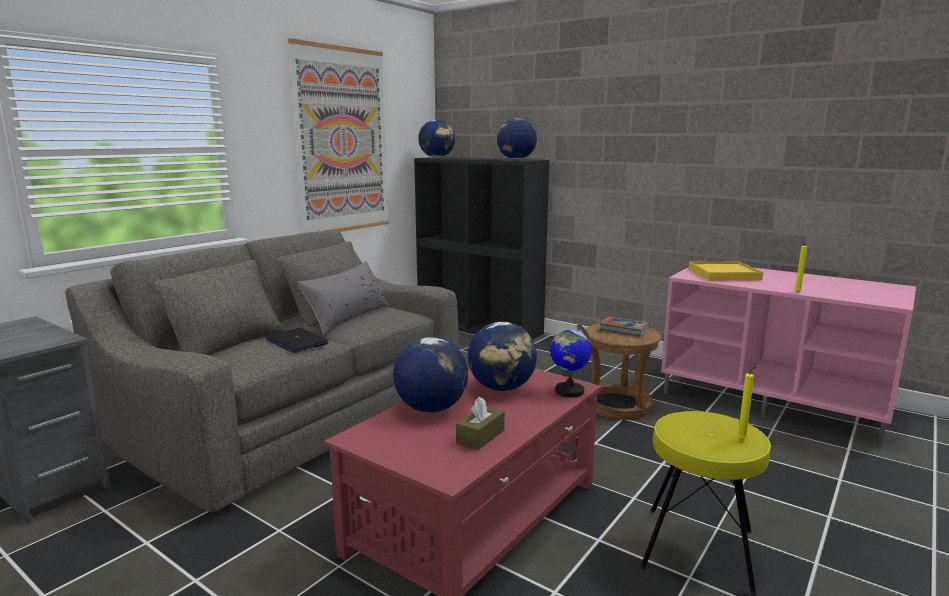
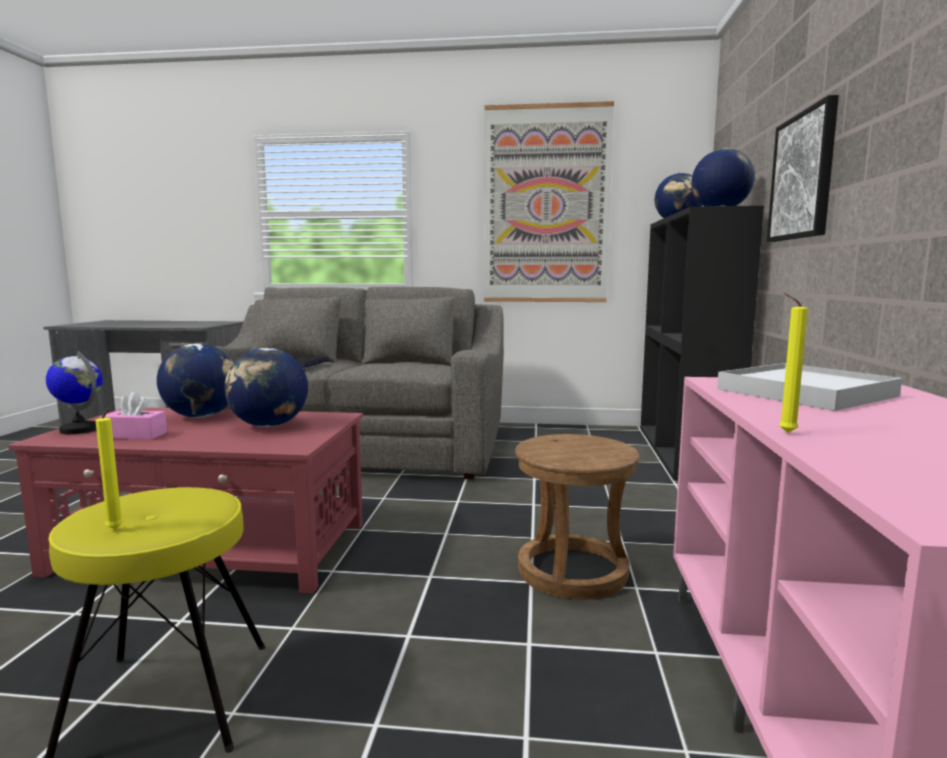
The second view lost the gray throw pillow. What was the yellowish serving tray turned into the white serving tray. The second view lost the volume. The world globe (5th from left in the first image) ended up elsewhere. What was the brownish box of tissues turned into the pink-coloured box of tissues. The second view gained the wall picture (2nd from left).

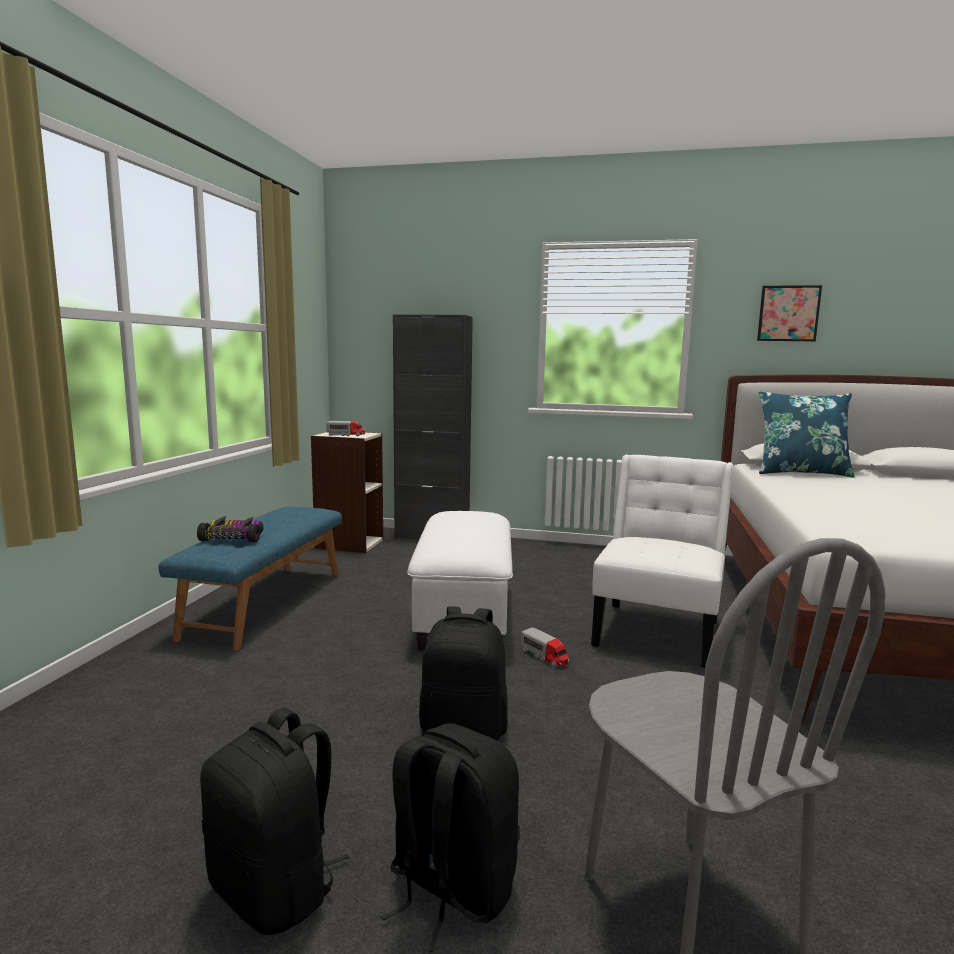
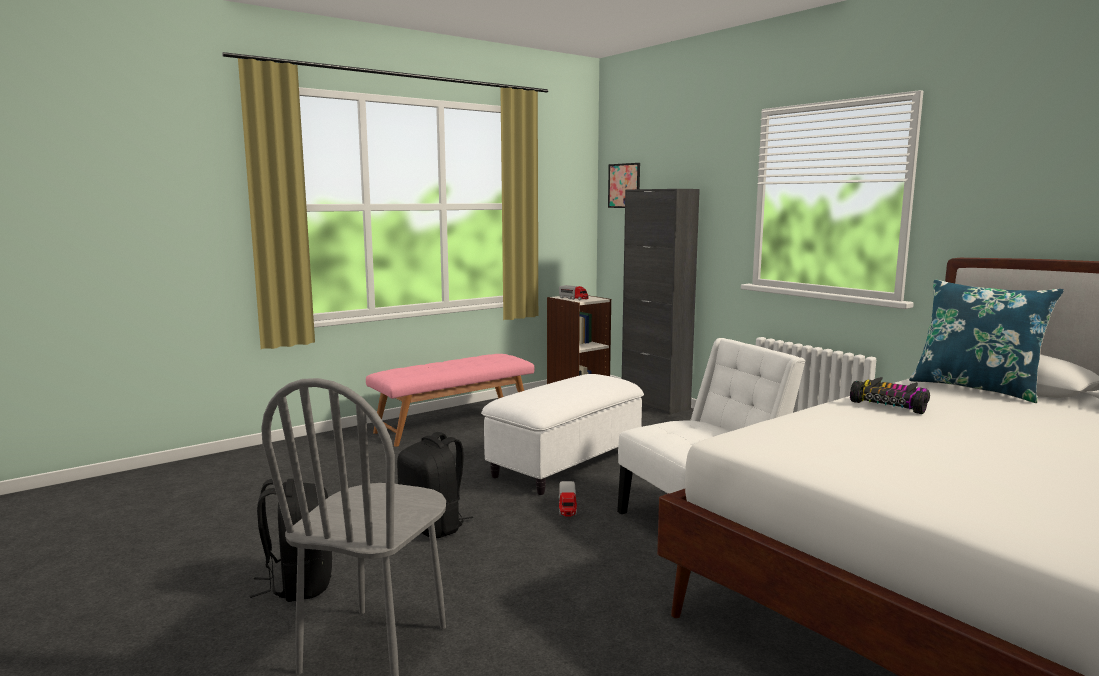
The wall picture ended up elsewhere. What was the blue bench turned into the pink-coloured bench. The miniature car ended up elsewhere. The second view lost the black backpack (1st from left).

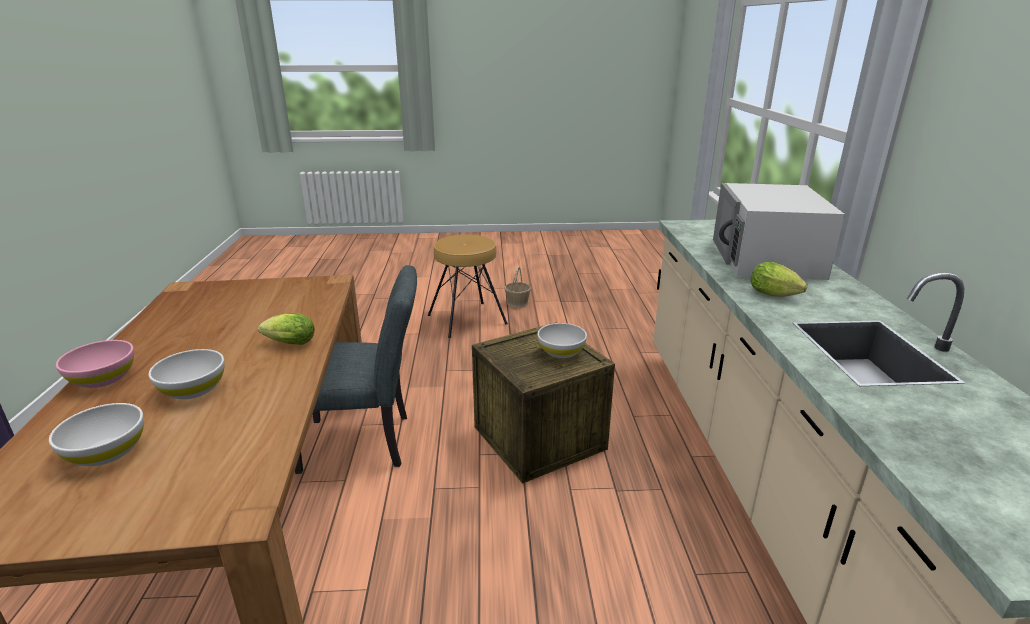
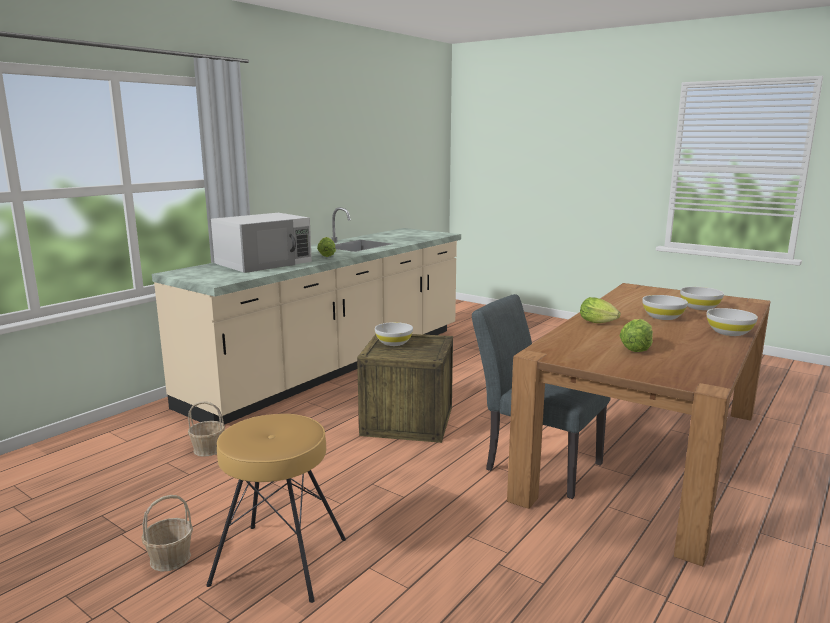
What was the pink-coloured deep dish turned into the white deep dish (4th from left). The second view gained the head of lettuce (3rd from left). The second view gained the basket (2nd from left).

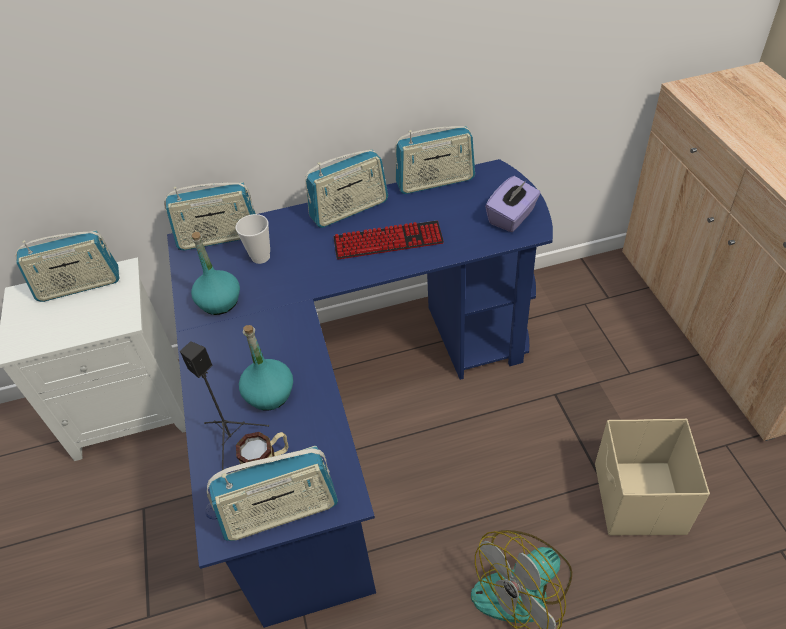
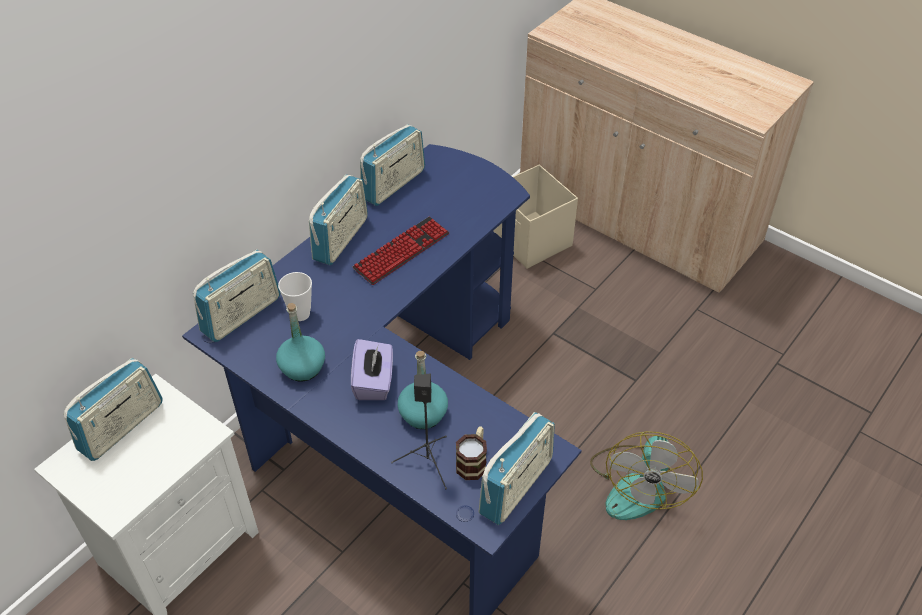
The purple-coloured box of tissues ended up elsewhere. The beige storage bin ended up elsewhere.

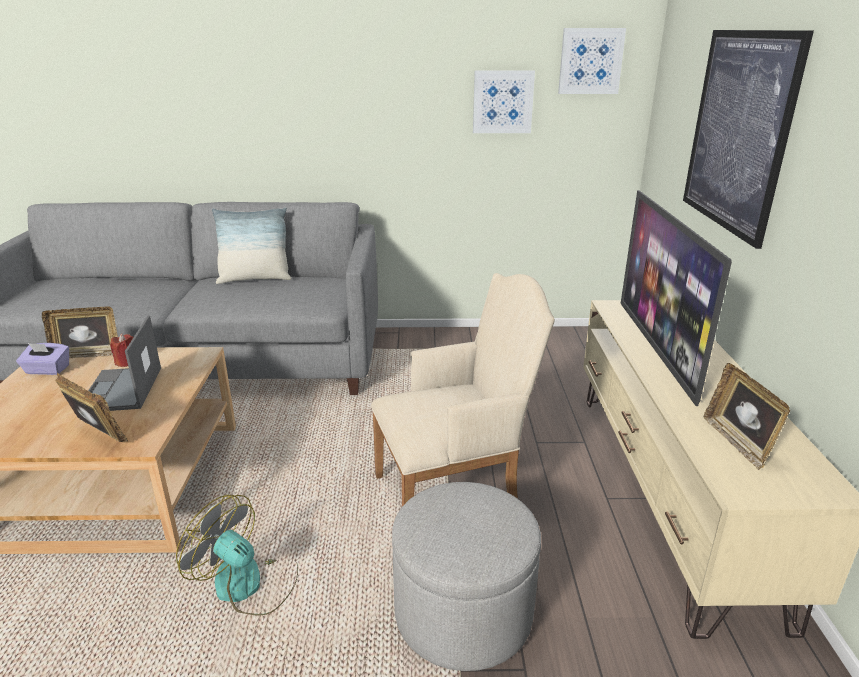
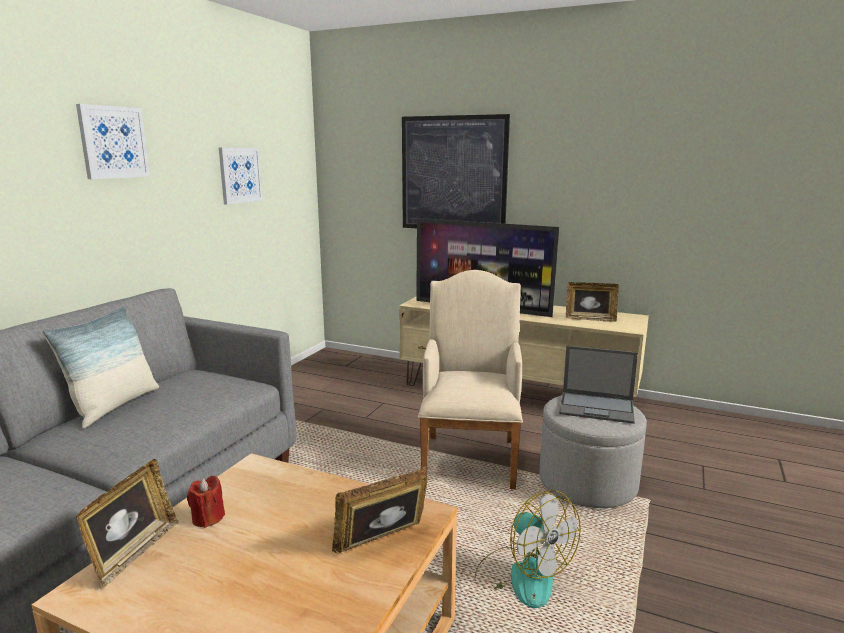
The wall picture (2nd from left in the first image) ended up elsewhere. The portable computer ended up elsewhere. The second view lost the purple-coloured box of tissues. The electric fan ended up facing another way, 90 degrees counterclockwise from before.

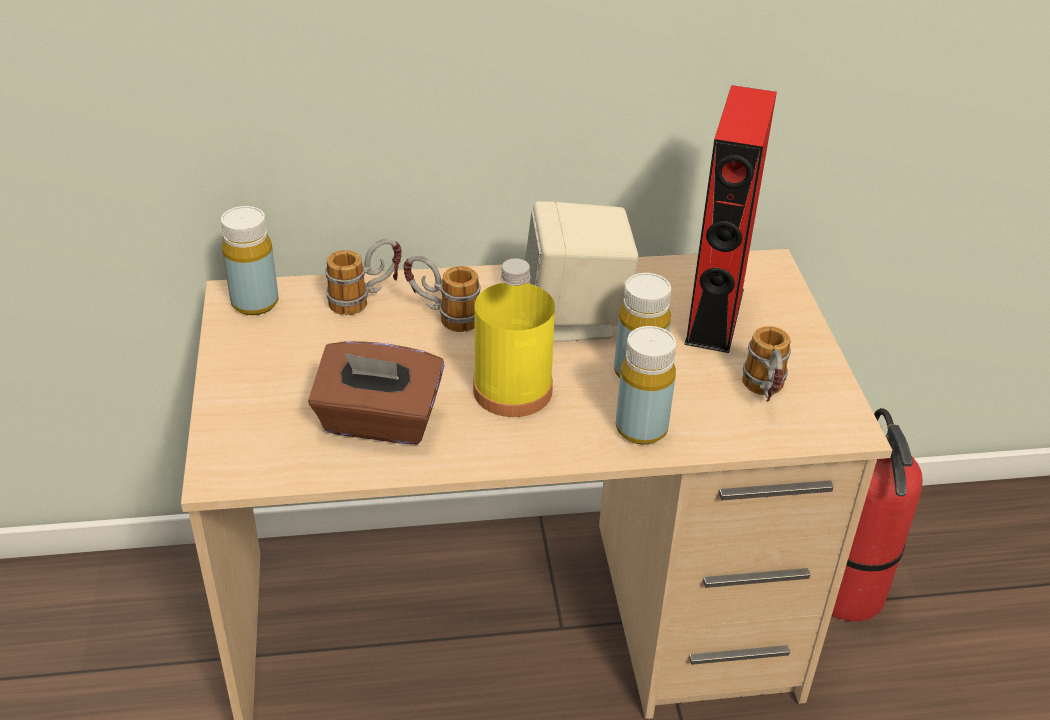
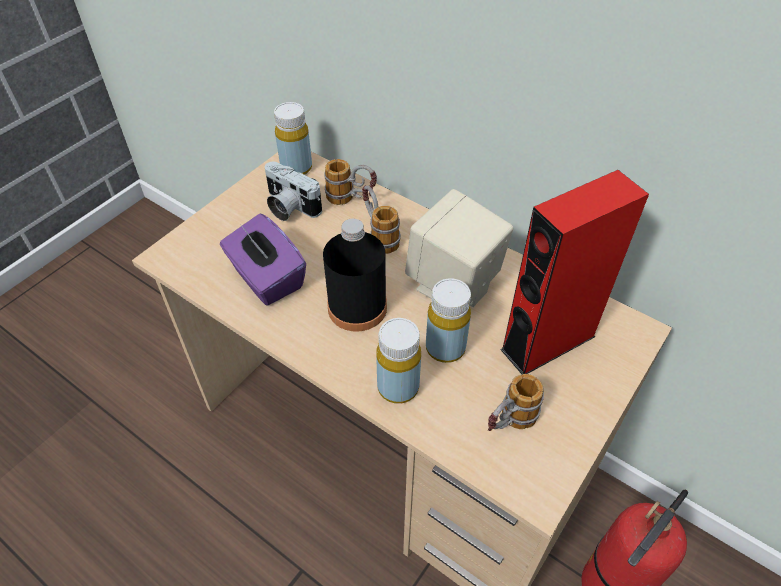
What was the yellowish beverage bottle (2nd from left) turned into the black beverage bottle. What was the brownish box of tissues turned into the purple-coloured box of tissues. The second view gained the photo camera.

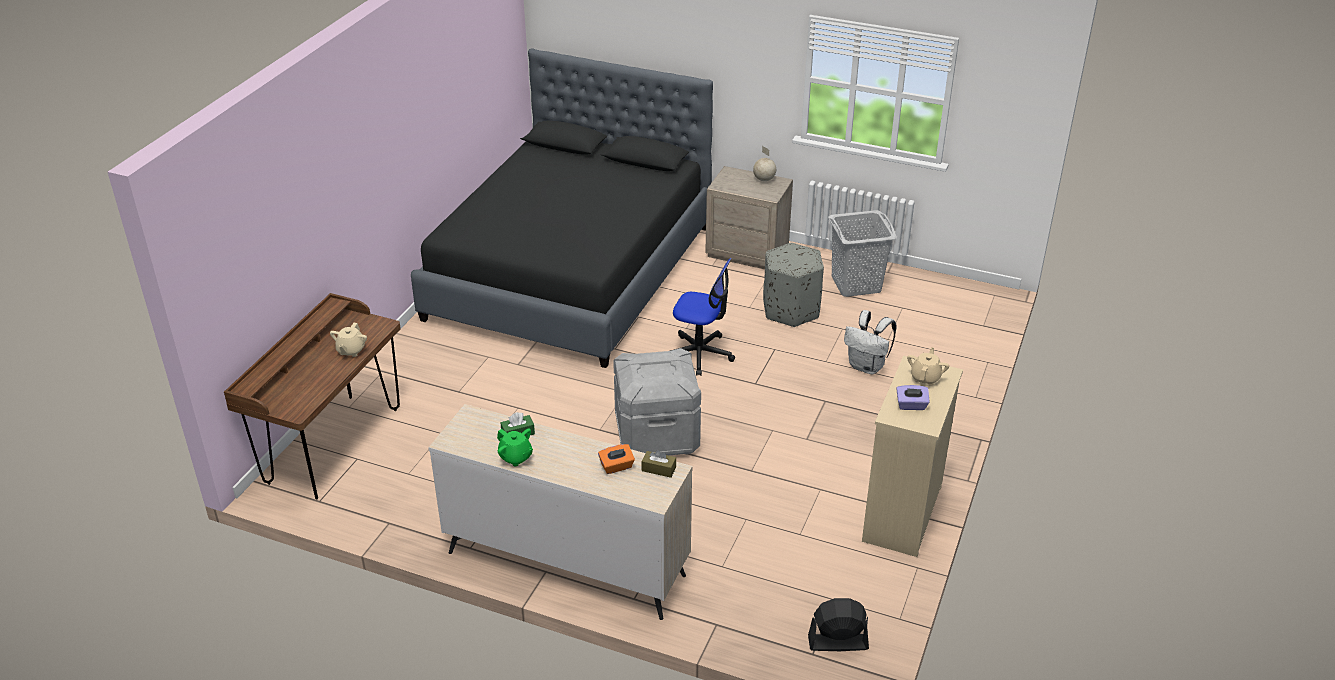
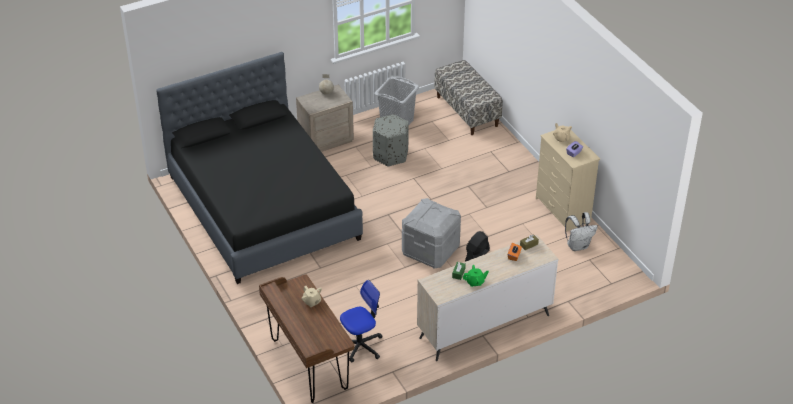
The computer chair ended up elsewhere. The white backpack ended up elsewhere. The black electric fan ended up elsewhere. The second view gained the bench.

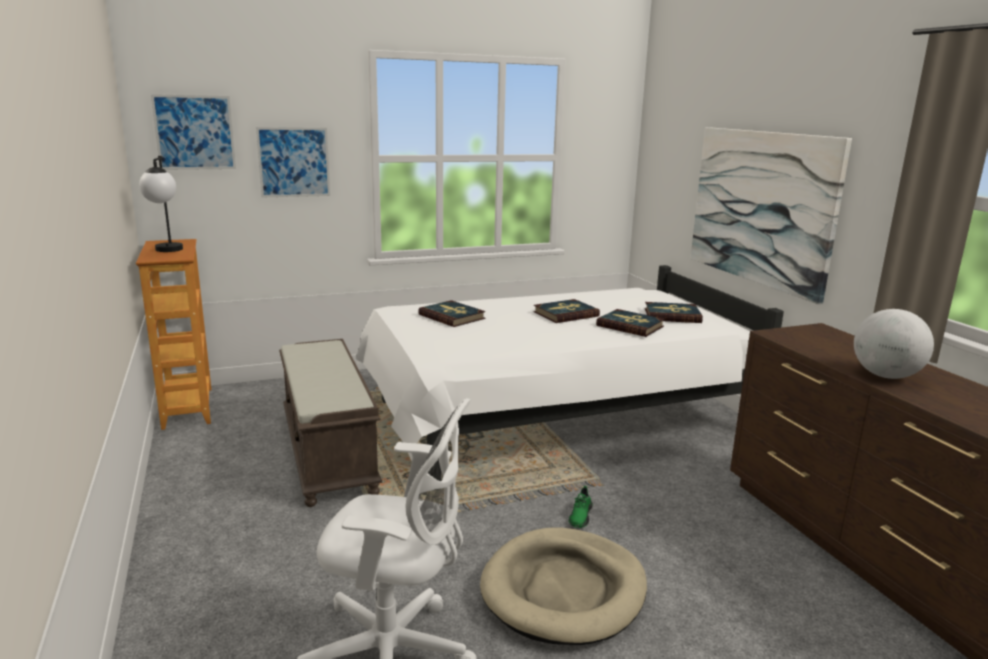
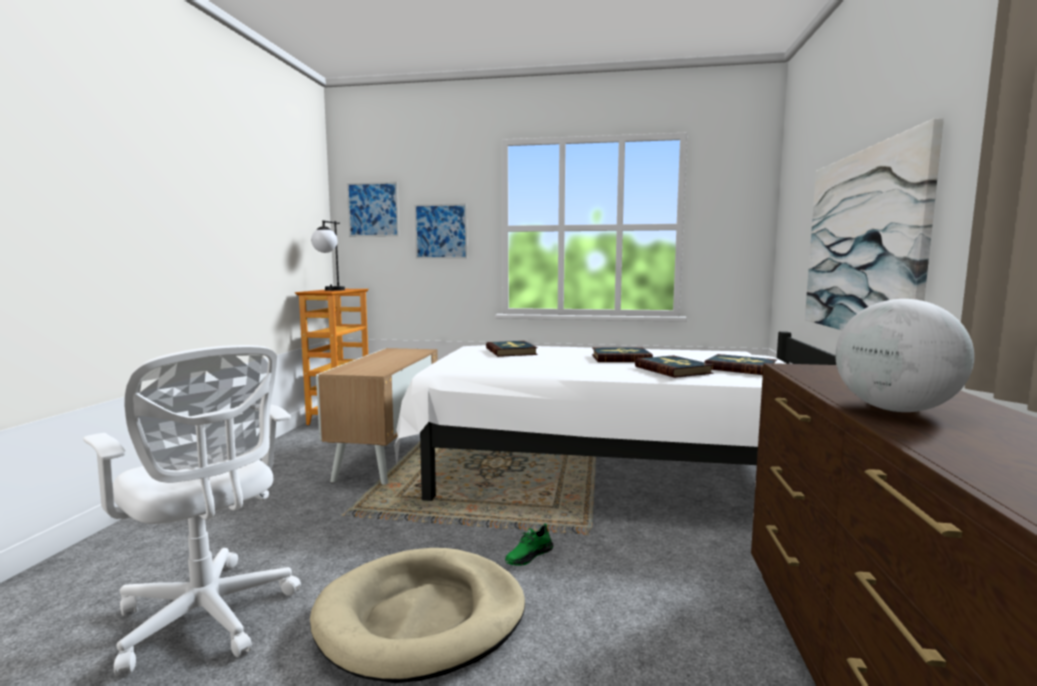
Where the brownish bench stood, the storage cabinet came to stand.

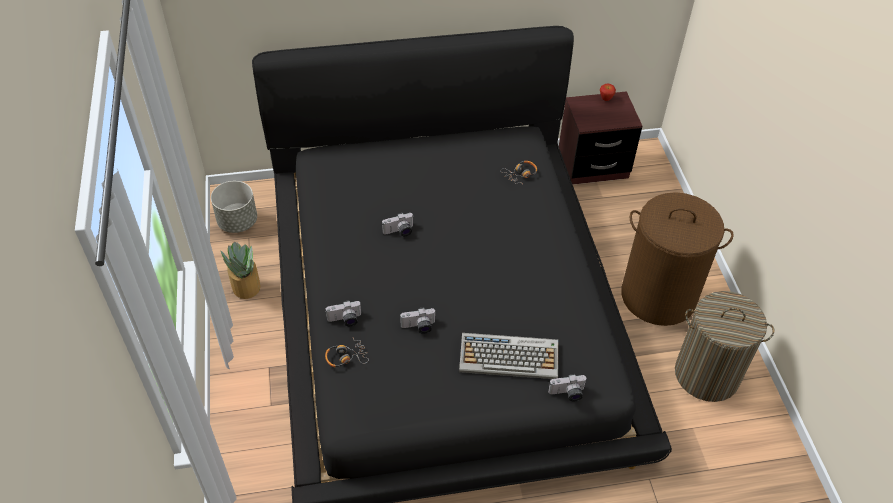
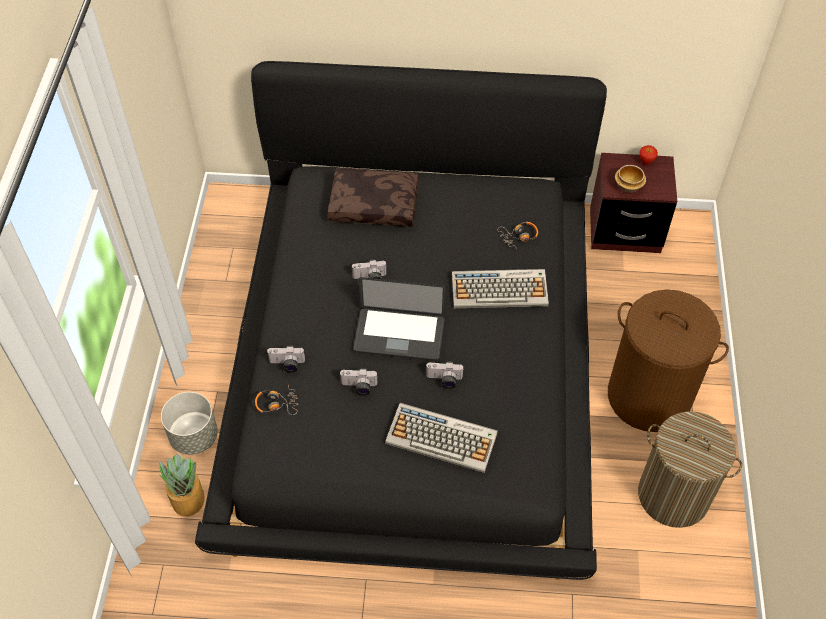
The gray plant pot ended up elsewhere. The plant in a pot ended up elsewhere. The photo camera (4th from left) ended up elsewhere. The second view gained the deep dish. The second view gained the brownish throw pillow. The second view gained the keyboard (2nd from left). The second view gained the portable computer.

